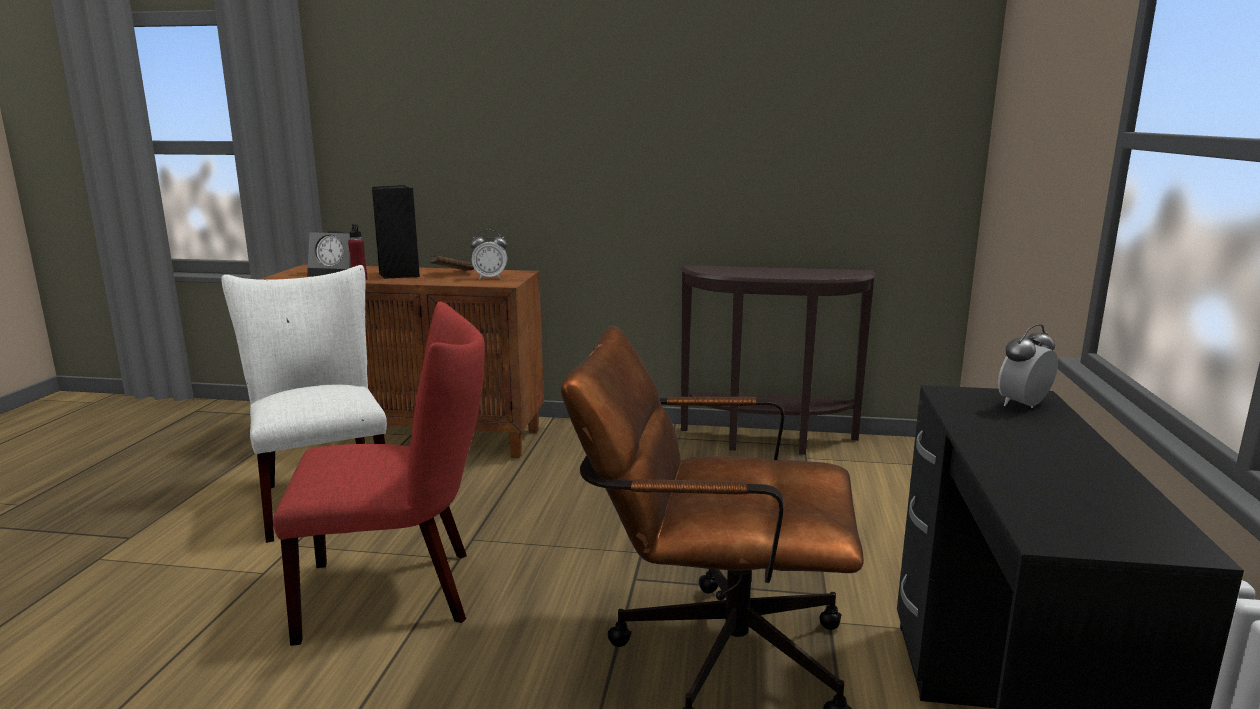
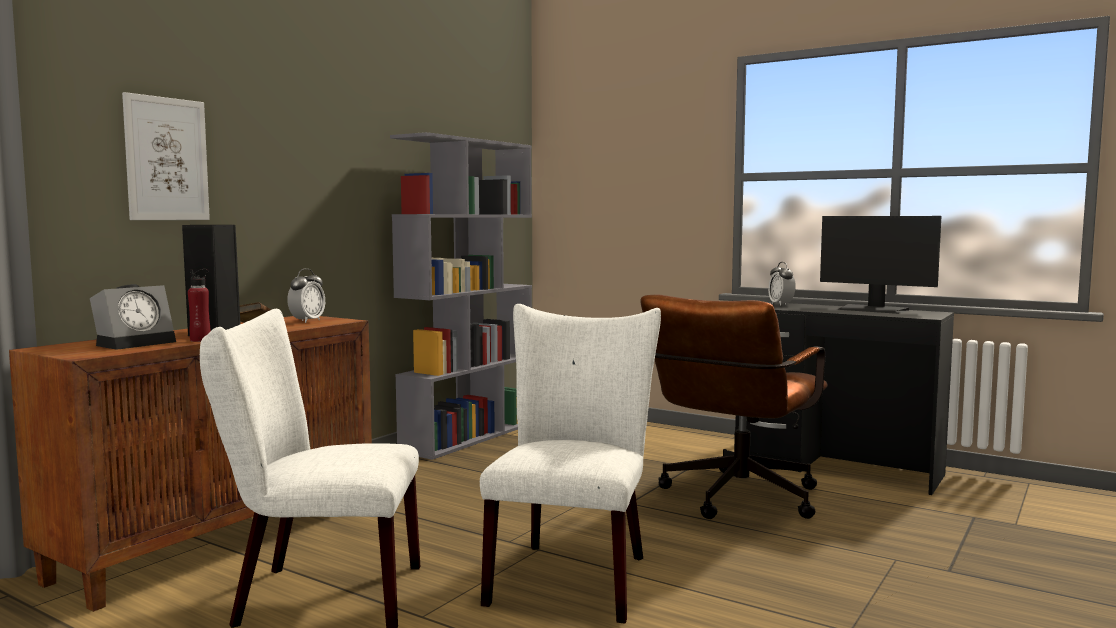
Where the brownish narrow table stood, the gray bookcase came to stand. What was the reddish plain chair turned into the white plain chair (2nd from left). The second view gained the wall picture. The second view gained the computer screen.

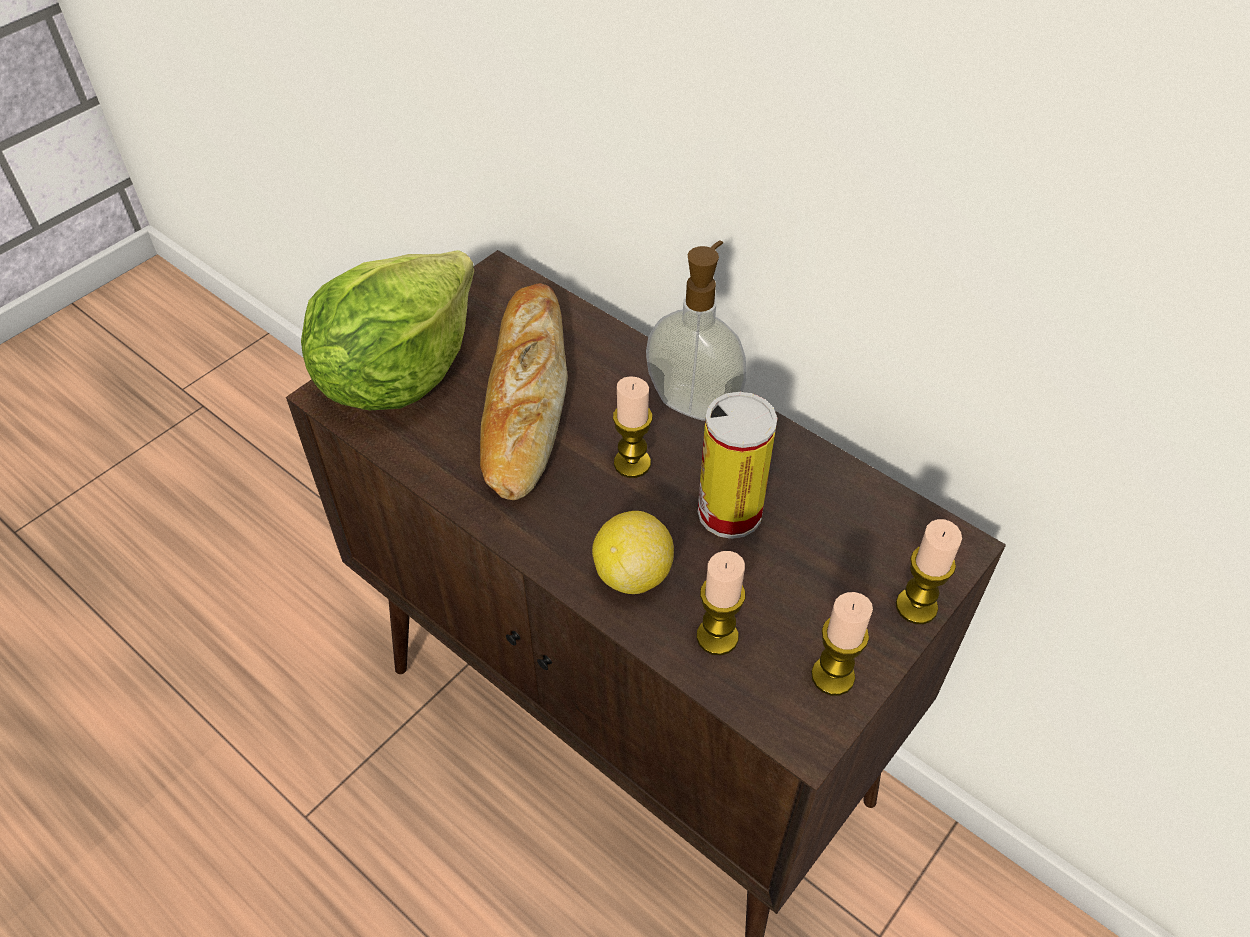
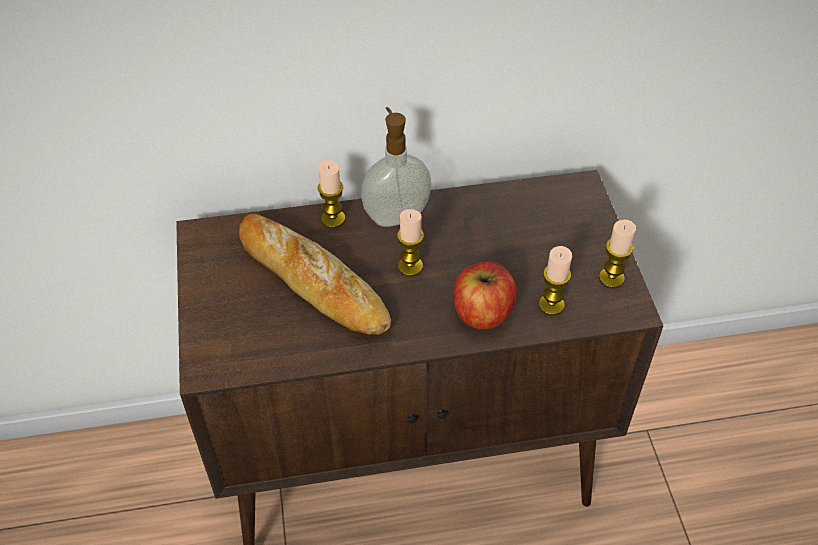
The second view lost the head of lettuce. The second view lost the sealed can. Where the whole lemon stood, the apple fruit came to stand. The wax candle (4th from left in the first image) ended up elsewhere.

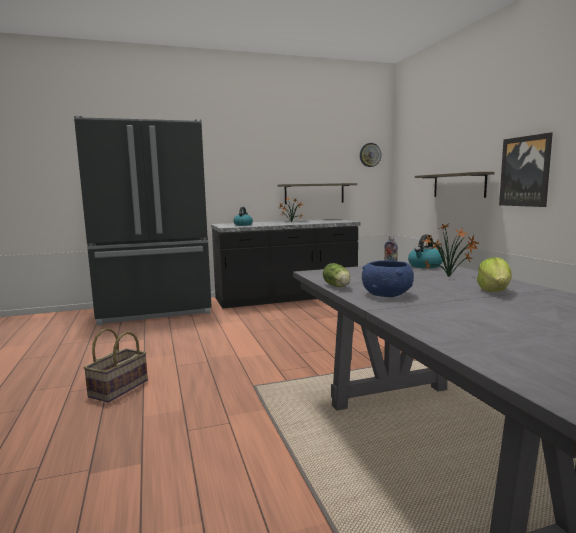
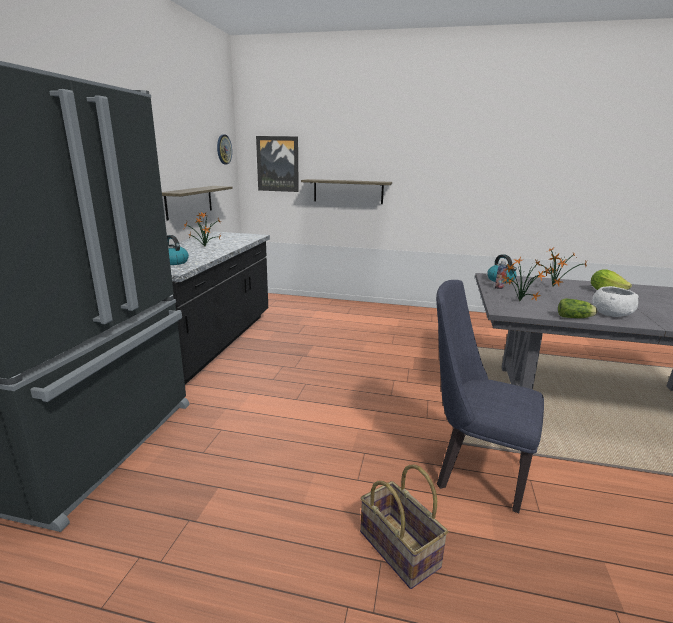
The wall picture ended up elsewhere. What was the blue deep dish turned into the white deep dish. The second view gained the plant in a pot (2nd from left). The second view gained the blue plain chair.

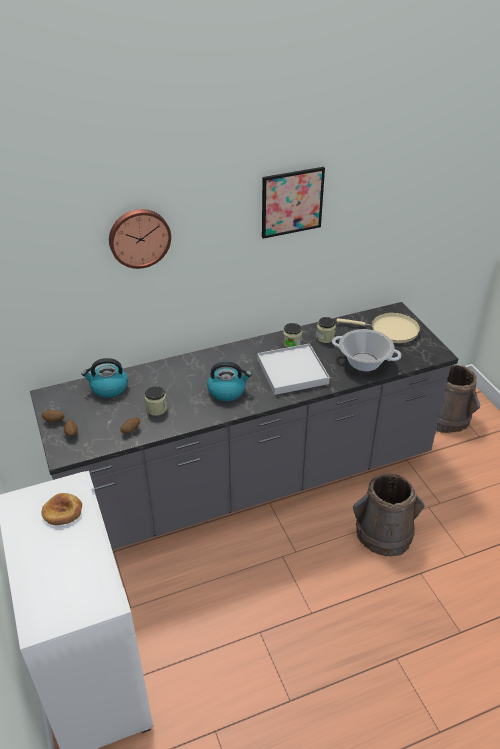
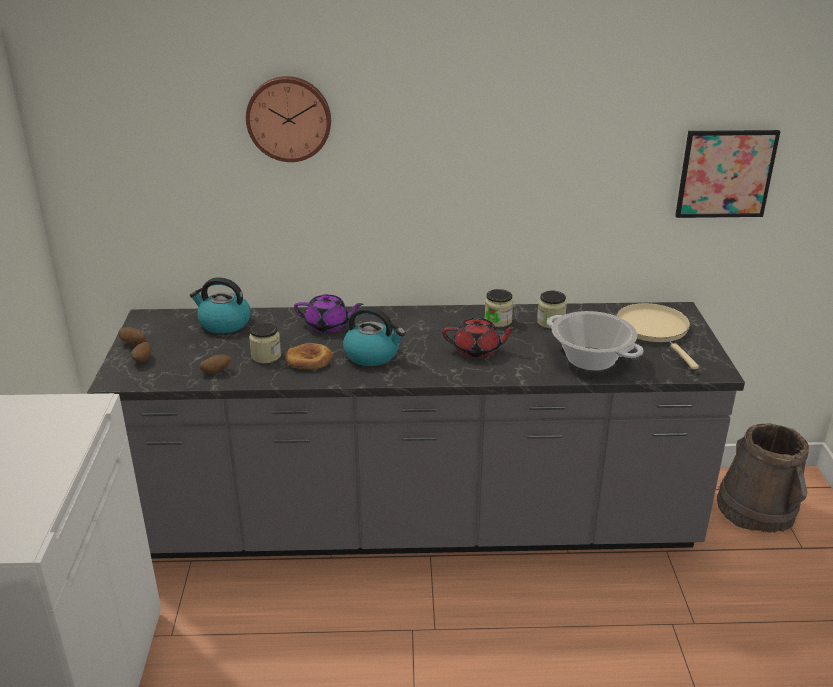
The wall picture ended up elsewhere. The beige frying pan ended up facing another way, 135 degrees counterclockwise from before. Where the white serving tray stood, the reddish pot for tea came to stand. The second view lost the brownish water bucket (1st from left). The bakery bread ended up elsewhere. The second view gained the purple-coloured pot for tea.

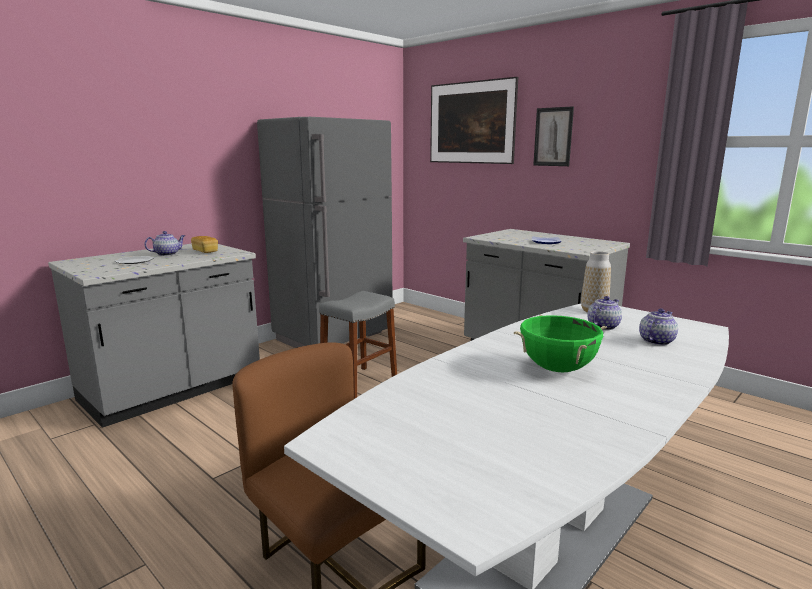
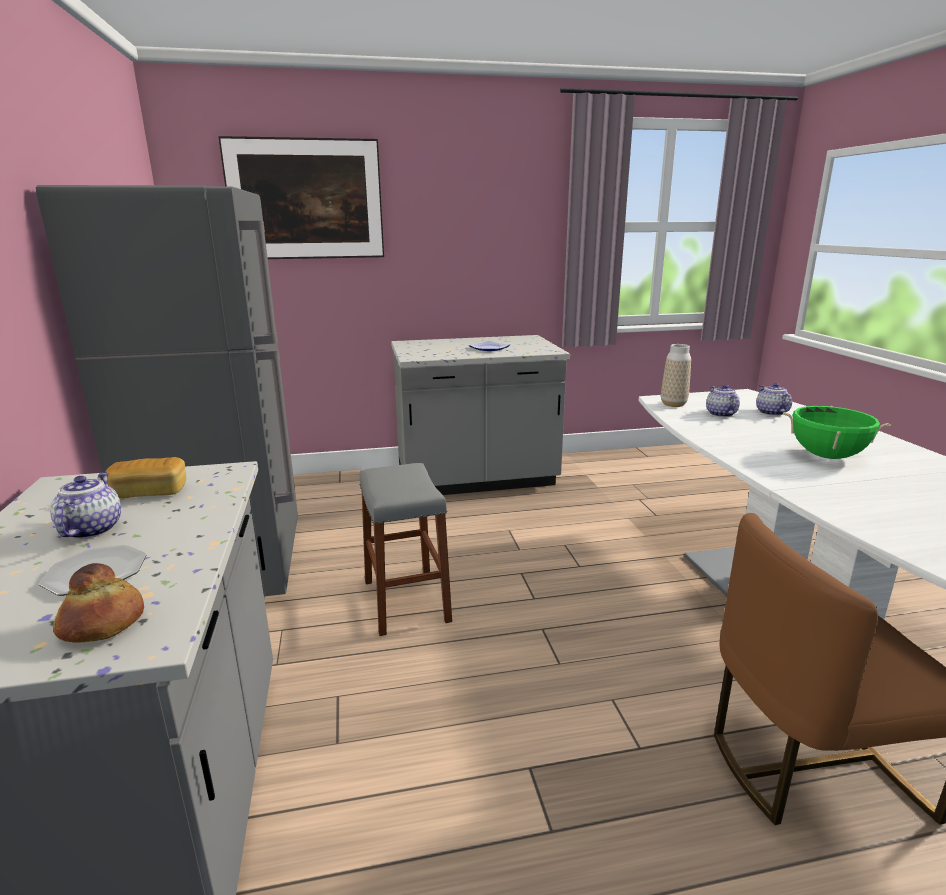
The second view lost the wall picture (2nd from left). The second view gained the bakery bread (1st from left).

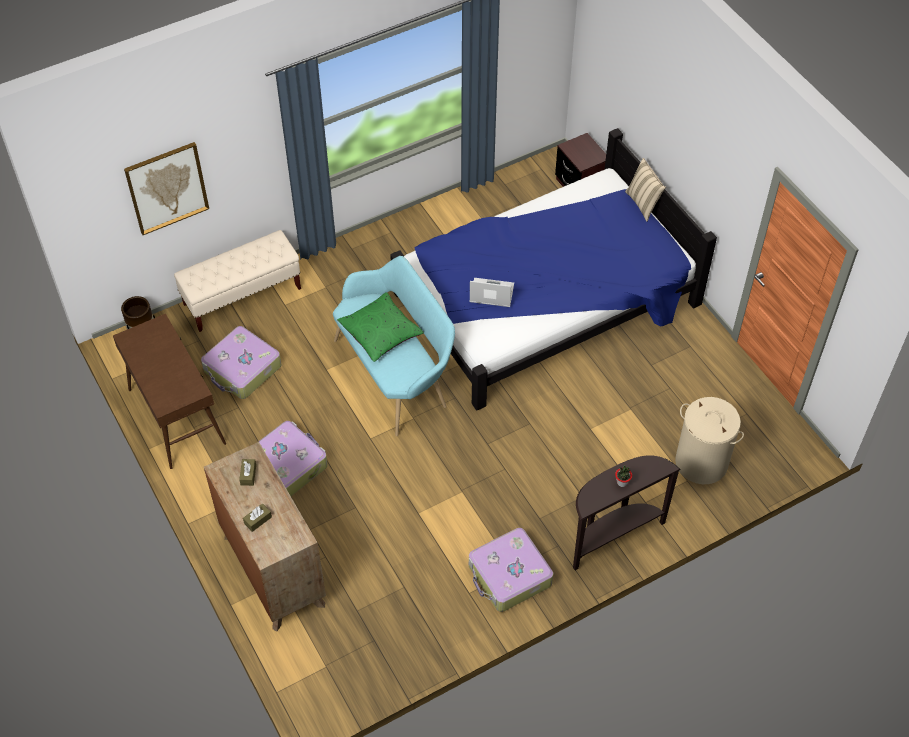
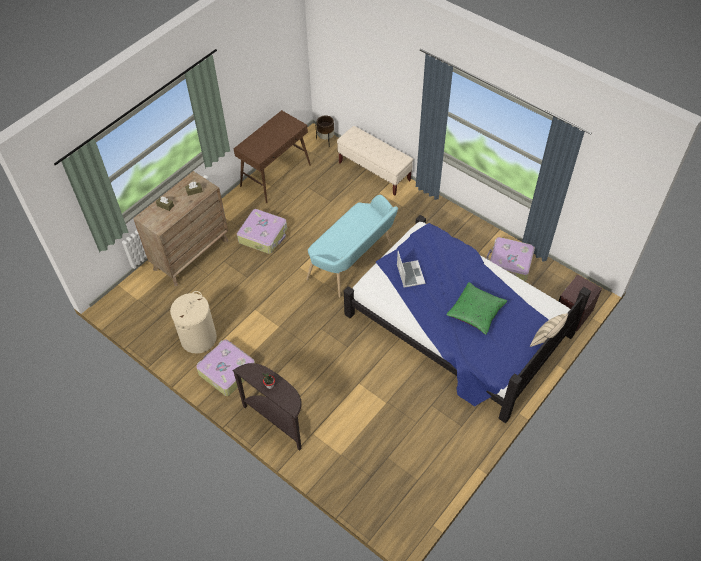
The second view lost the wall picture. The green throw pillow ended up elsewhere. The travel case (1st from left in the first image) ended up elsewhere. The beige hamper ended up elsewhere.

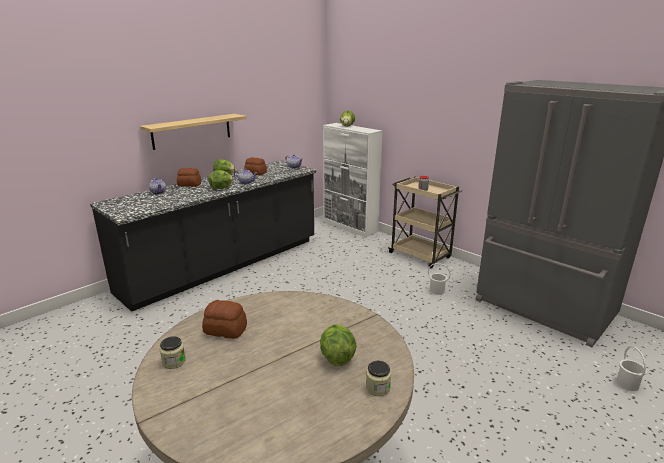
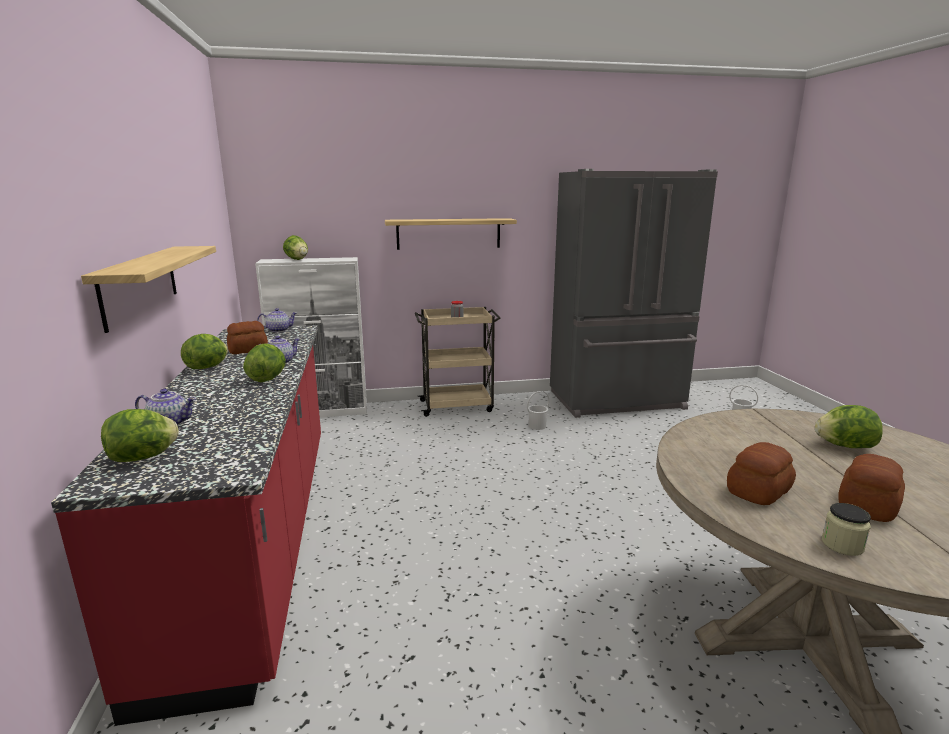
What was the black counter turned into the reddish counter. The bakery bread (1st from left in the first image) ended up elsewhere. The second view lost the preserve jar (2nd from left). The second view gained the wall shelf (2nd from left). The second view gained the head of lettuce (1st from left).

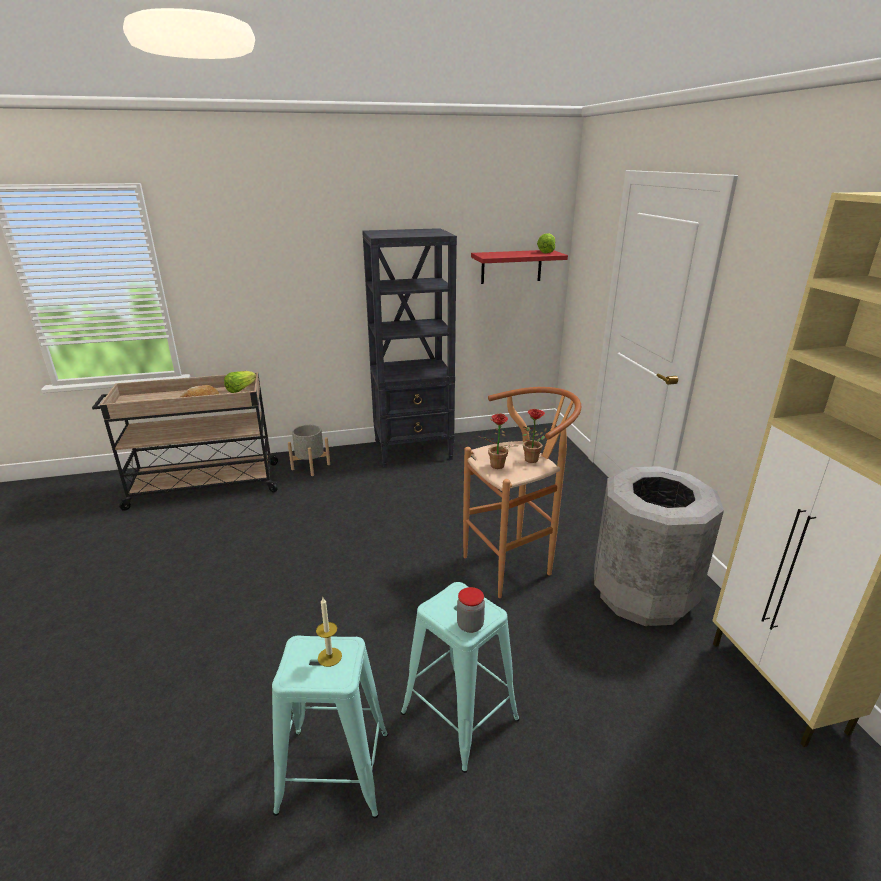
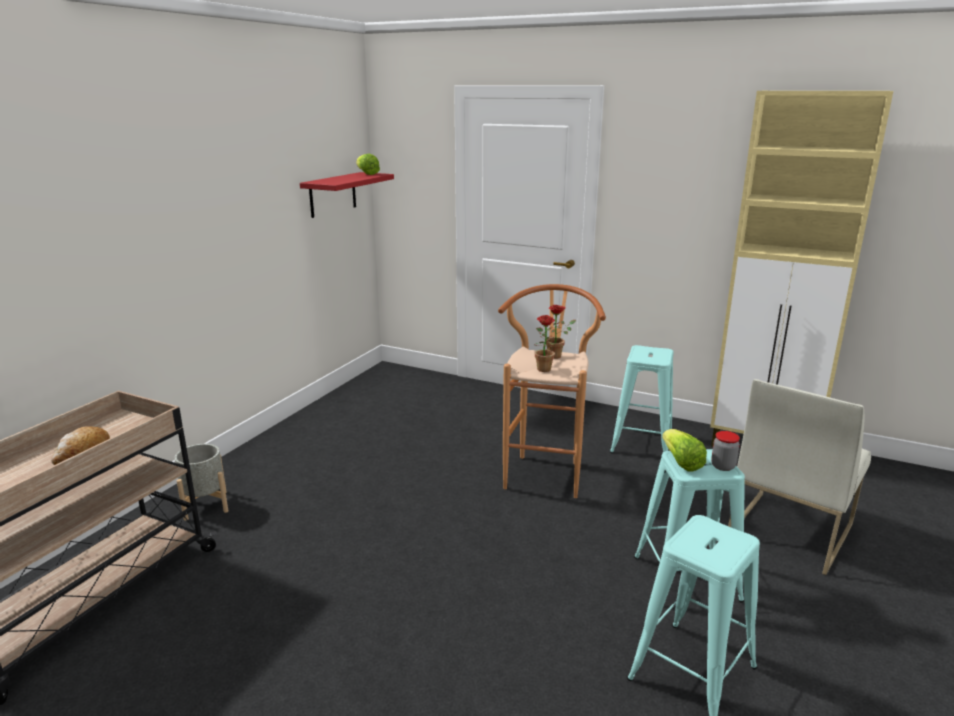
The second view lost the black bookcase. The head of lettuce (1st from left in the first image) ended up elsewhere. Where the gray waste bin stood, the turquoise stool (1st from left) came to stand. The second view lost the wax candle. The second view gained the white plain chair.

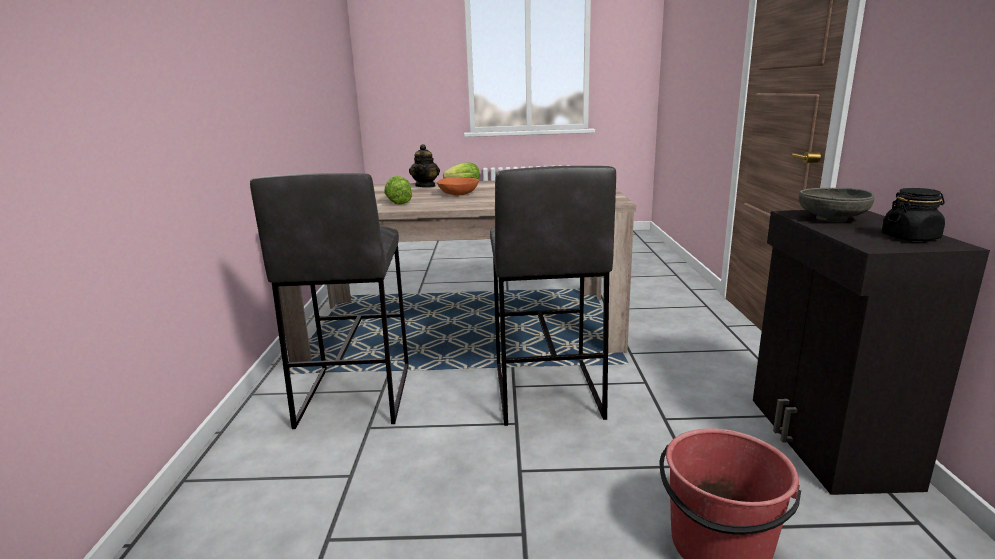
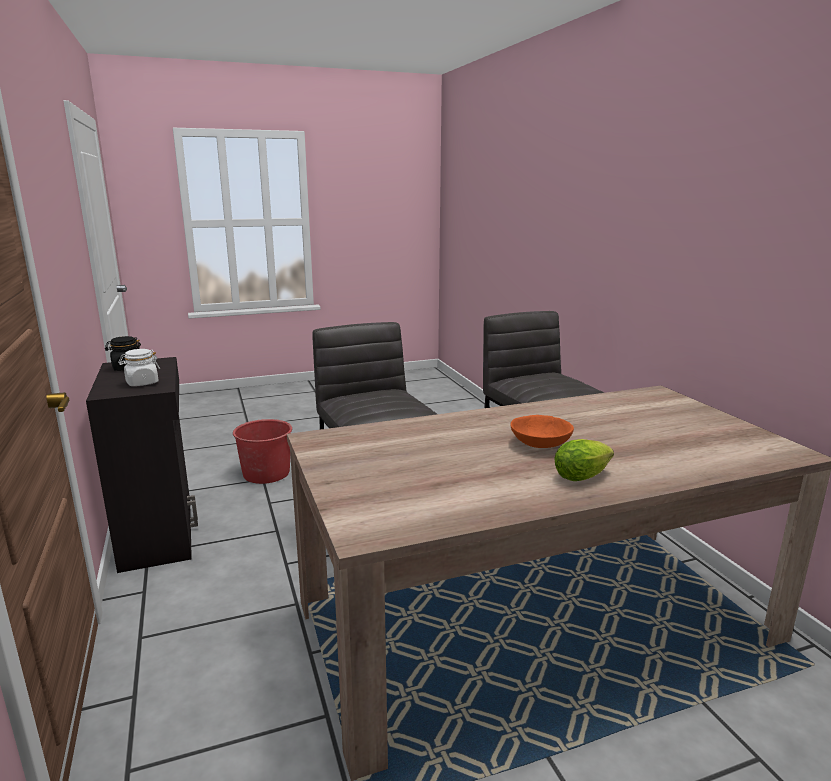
The second view lost the pot for tea. The second view lost the head of lettuce (1st from left). Where the gray deep dish stood, the white preserve jar came to stand.

